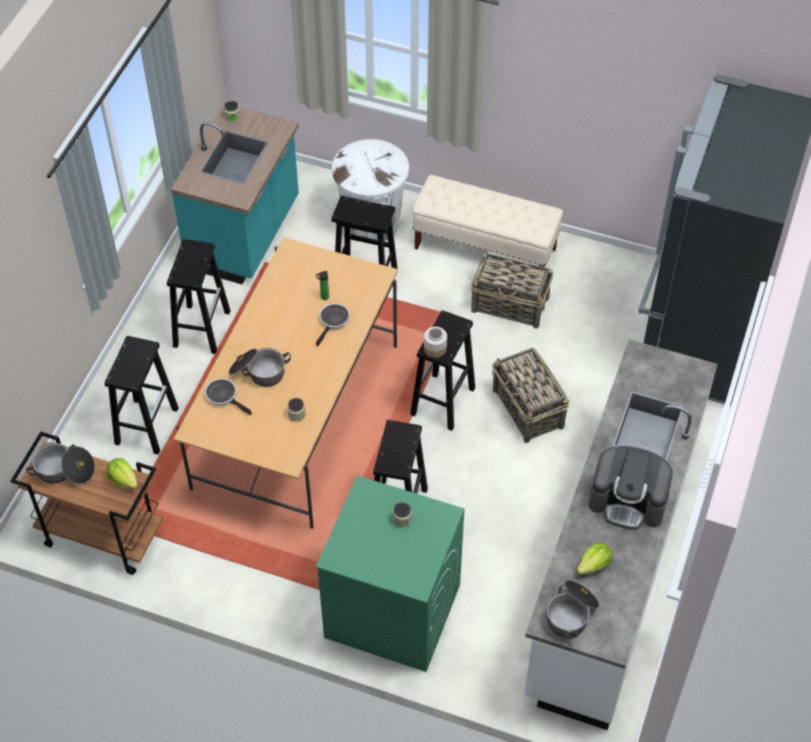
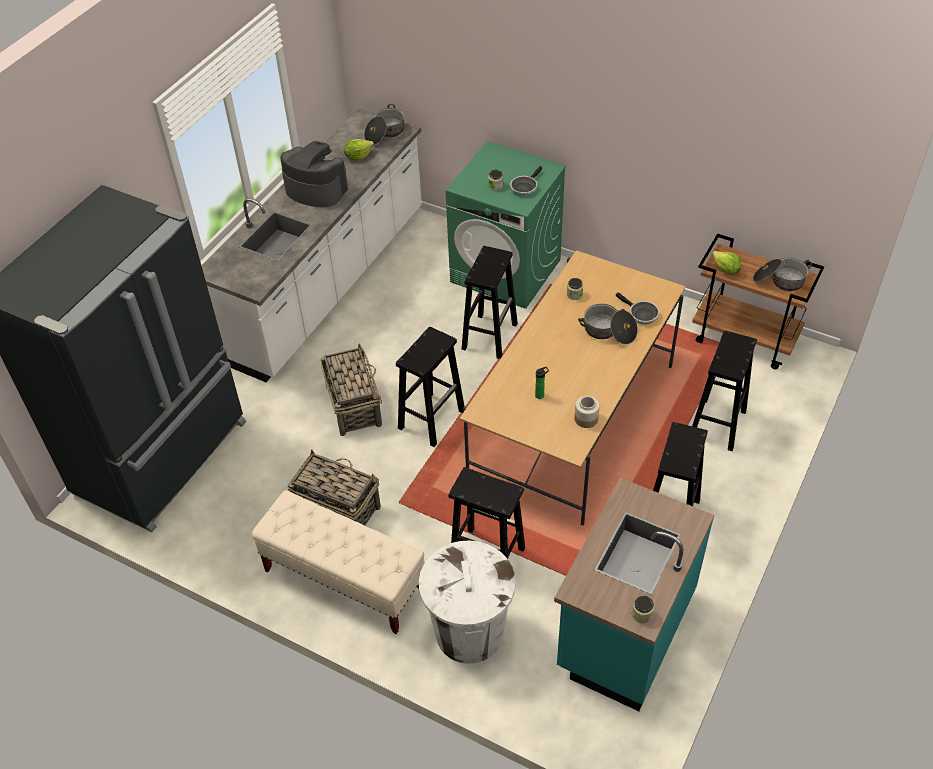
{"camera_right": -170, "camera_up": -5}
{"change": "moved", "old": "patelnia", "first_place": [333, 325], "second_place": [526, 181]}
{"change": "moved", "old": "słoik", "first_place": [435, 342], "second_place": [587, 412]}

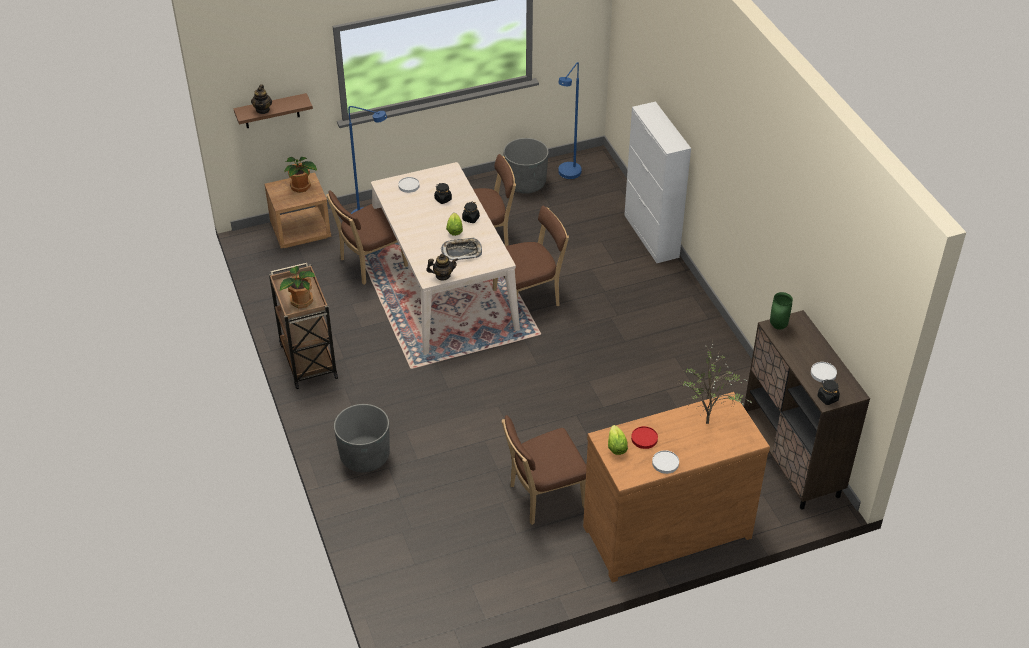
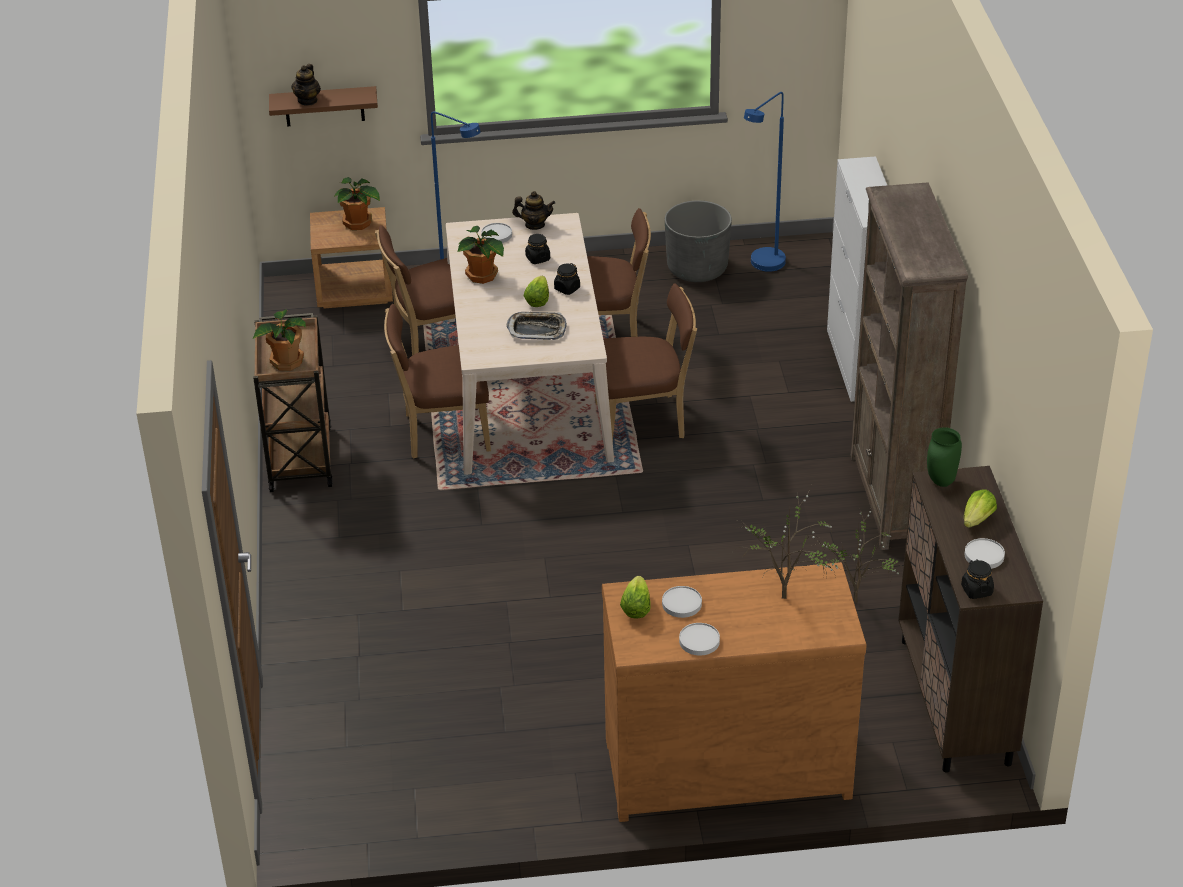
{"camera_right": 15, "camera_up": -5}
{"change": "moved", "old": "krzesło [brązowy]", "first_place": [544, 470], "second_place": [437, 381]}
{"change": "added", "new": "roślina doniczkowa", "second_place": [481, 255]}
{"change": "moved", "old": "imbryk", "first_place": [442, 267], "second_place": [533, 210]}
{"change": "recoloured", "old": "talerz [czerwony]", "new": "talerz [biały]", "first_place": [644, 437], "second_place": [682, 602]}
{"change": "added", "new": "regał [brązowy]", "second_place": [909, 366]}
{"change": "added", "new": "sałata", "second_place": [980, 508]}
{"change": "removed", "old": "donica [szary]", "first_place": [362, 438]}

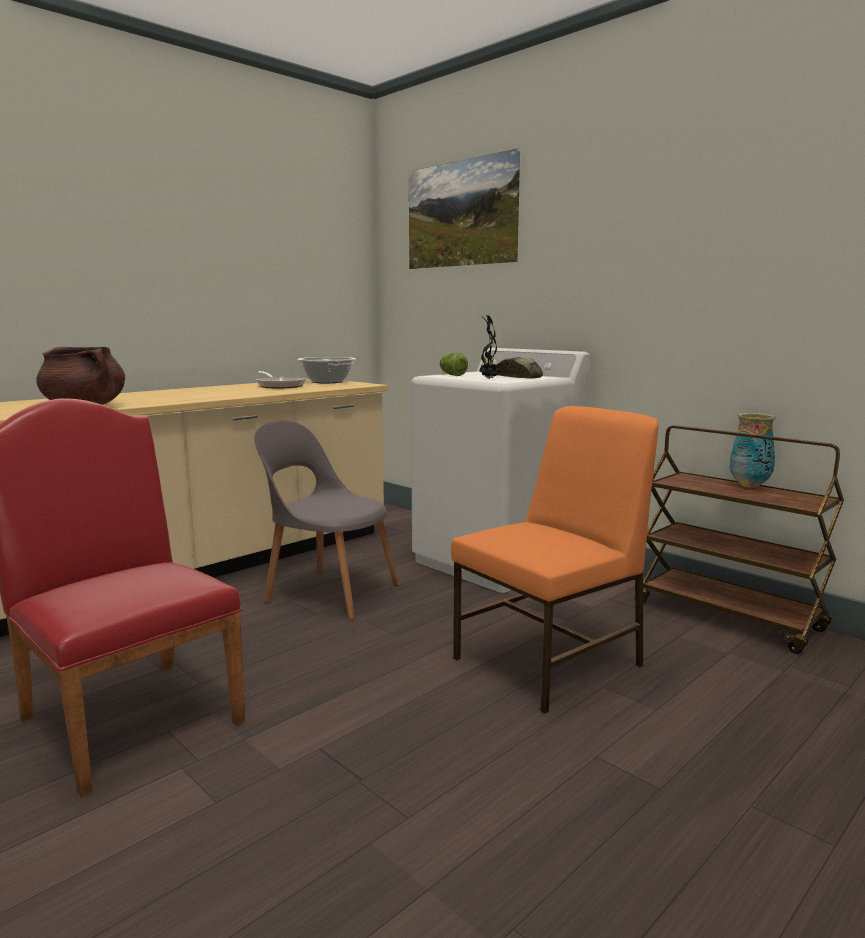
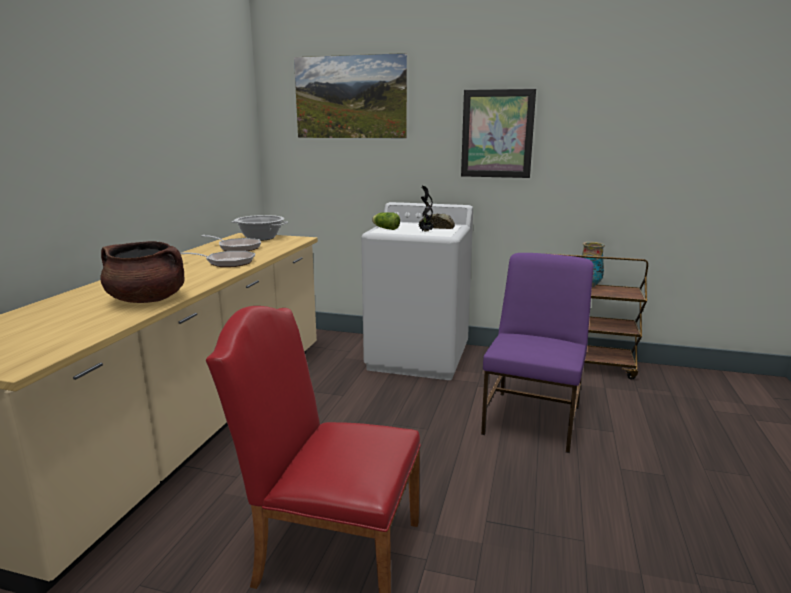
{"camera_right": -30, "camera_up": 5}
{"change": "added", "new": "patelnia", "second_place": [217, 259]}
{"change": "added", "new": "obraz", "second_place": [498, 133]}
{"change": "recoloured", "old": "krzesło [pomarańczowy]", "new": "krzesło [fioletowy]", "first_place": [555, 559], "second_place": [537, 353]}
{"change": "removed", "old": "krzesło [szary]", "first_place": [327, 520]}

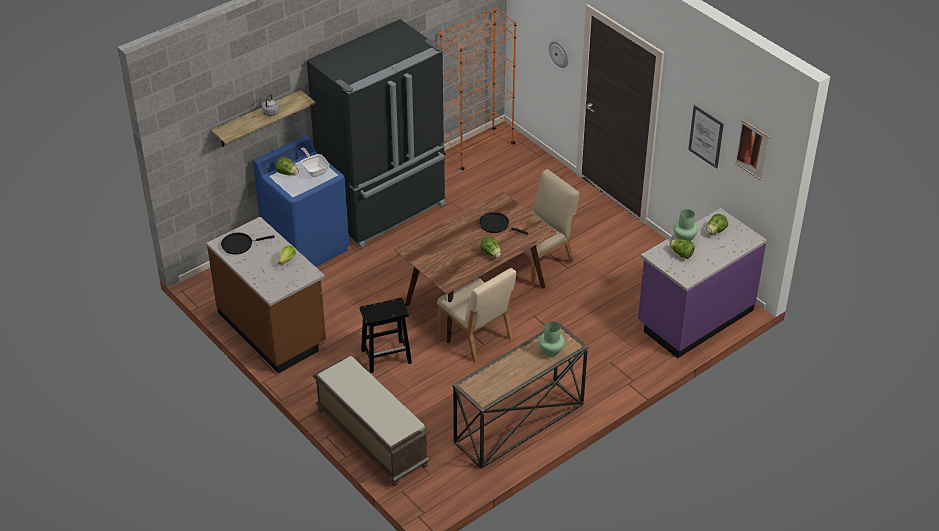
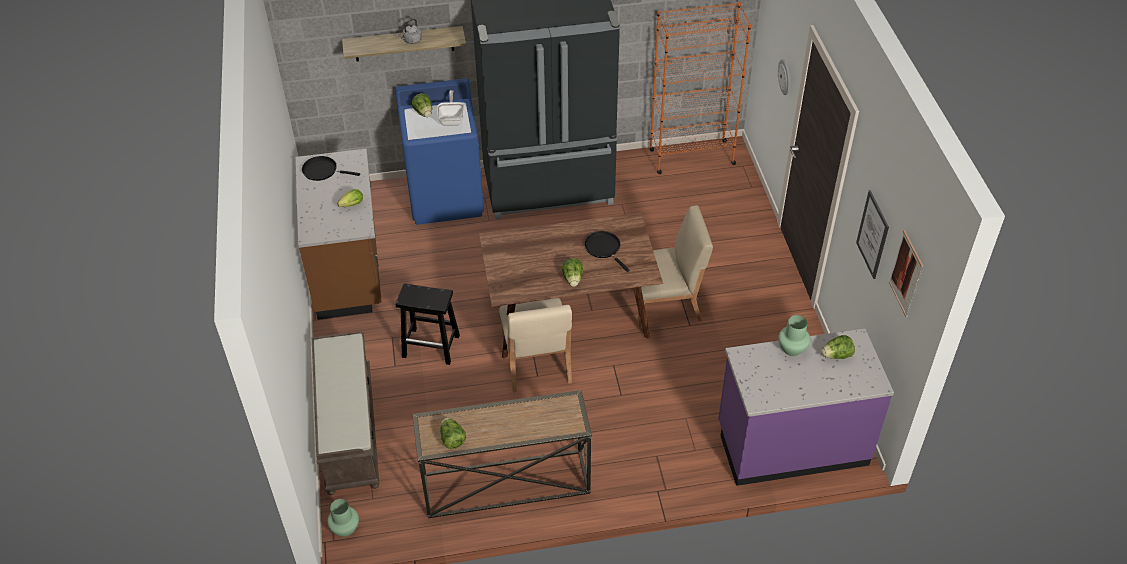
{"camera_right": 30, "camera_up": 5}
{"change": "moved", "old": "wazon [zielony]", "first_place": [552, 339], "second_place": [343, 518]}
{"change": "moved", "old": "sałata", "first_place": [682, 249], "second_place": [453, 433]}

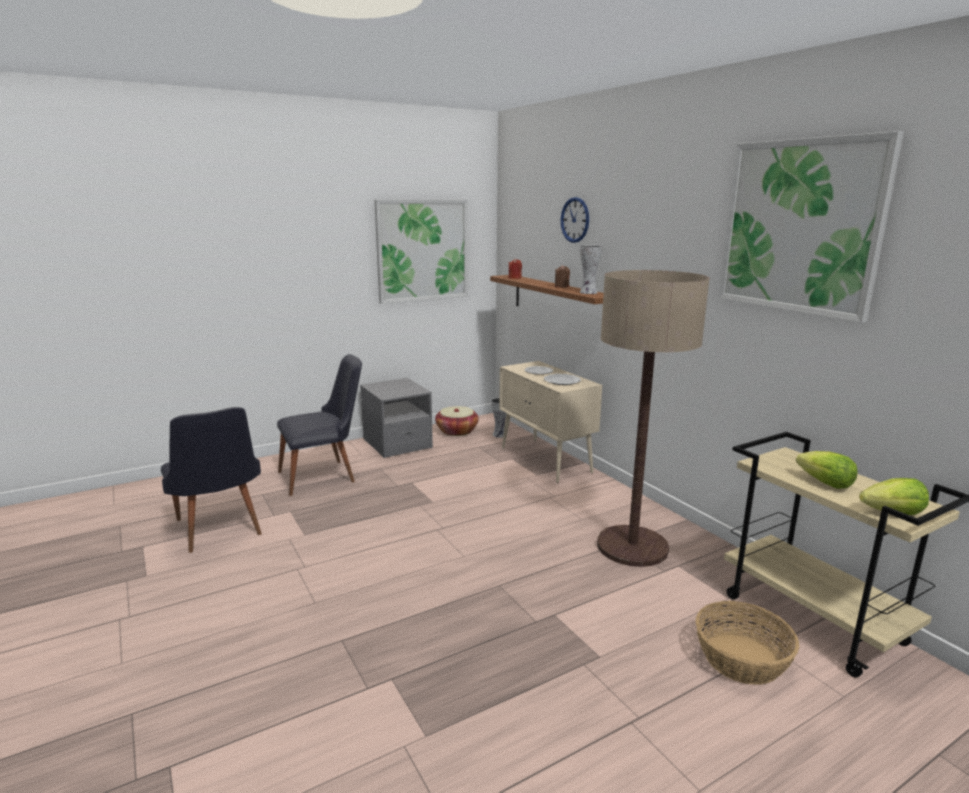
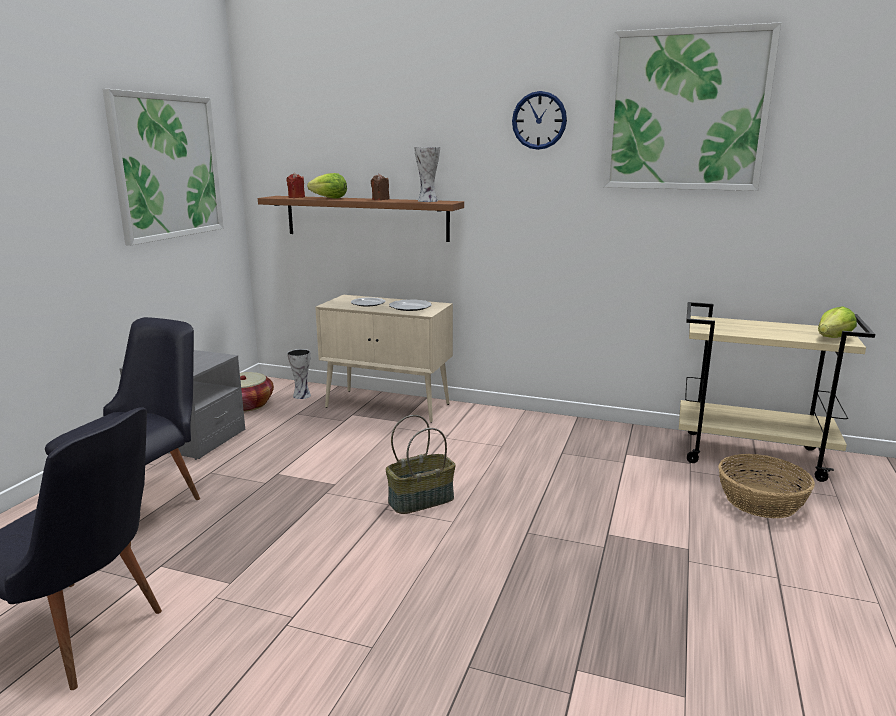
{"camera_right": -40, "camera_up": 0}
{"change": "moved", "old": "sałata", "first_place": [827, 470], "second_place": [327, 186]}
{"change": "added", "new": "koszyk", "second_place": [421, 464]}
{"change": "moved", "old": "zegar ścienny", "first_place": [575, 220], "second_place": [539, 120]}
{"change": "removed", "old": "lampa stojąca", "first_place": [653, 418]}

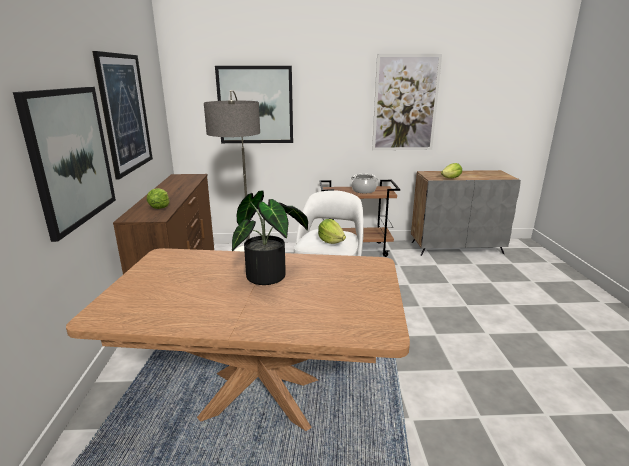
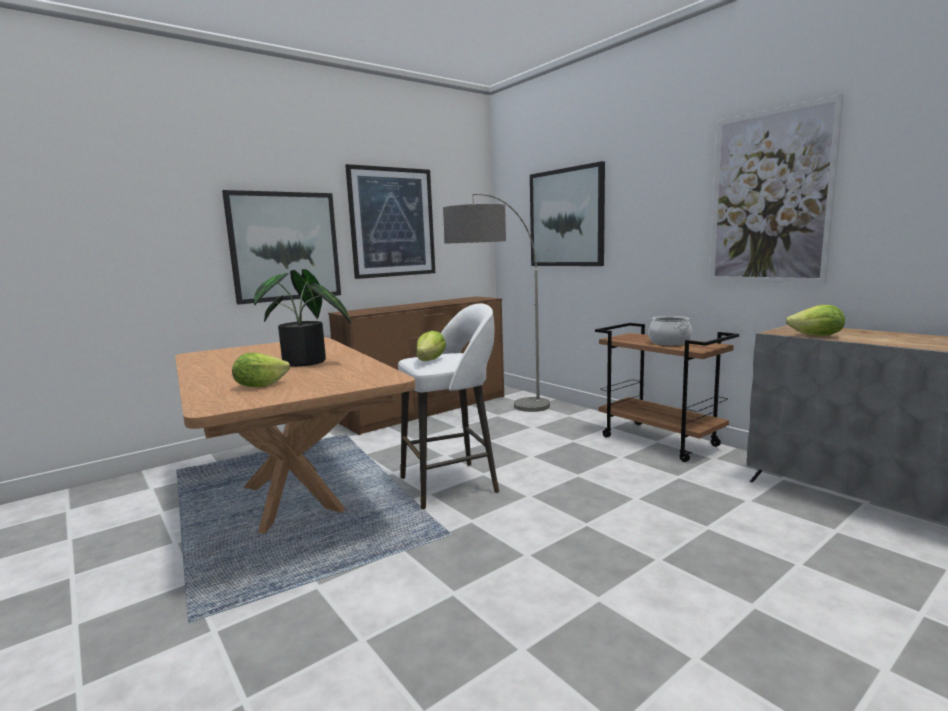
{"camera_right": 55, "camera_up": -10}
{"change": "moved", "old": "sałata", "first_place": [158, 198], "second_place": [261, 370]}

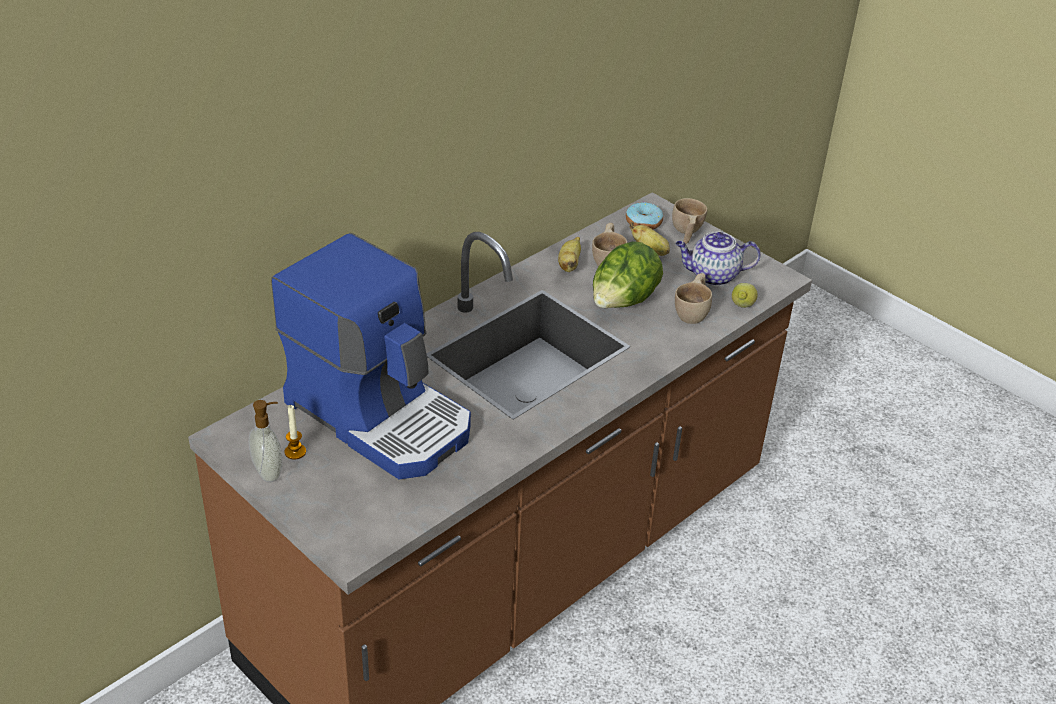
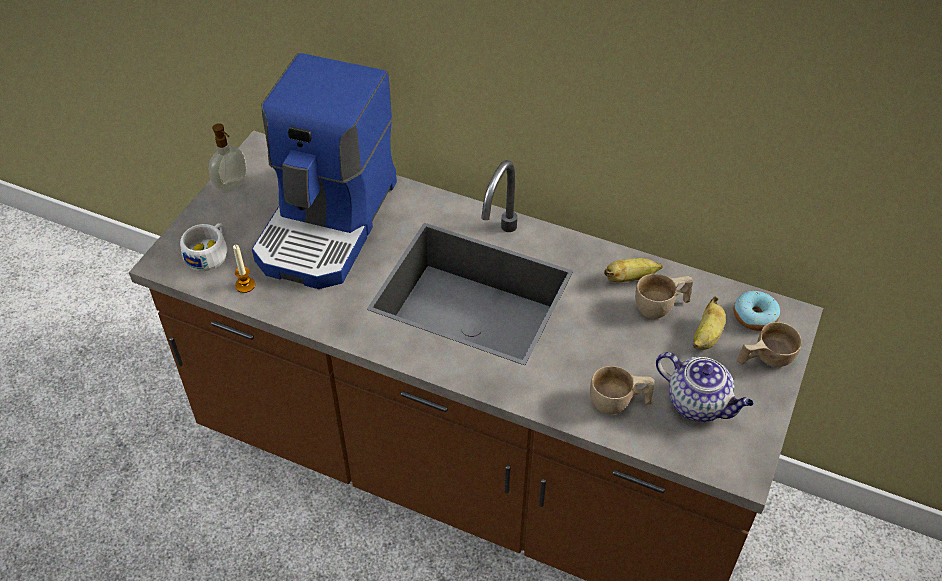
{"camera_right": 70, "camera_up": 10}
{"change": "added", "new": "filiżanka [biały]", "second_place": [203, 247]}
{"change": "moved", "old": "świeca", "first_place": [295, 432], "second_place": [244, 269]}
{"change": "turned", "old": "imbryk", "first_place": [718, 259], "second_place": [705, 387], "degrees": 150}
{"change": "removed", "old": "sałata", "first_place": [628, 274]}
{"change": "removed", "old": "cytryna", "first_place": [745, 295]}

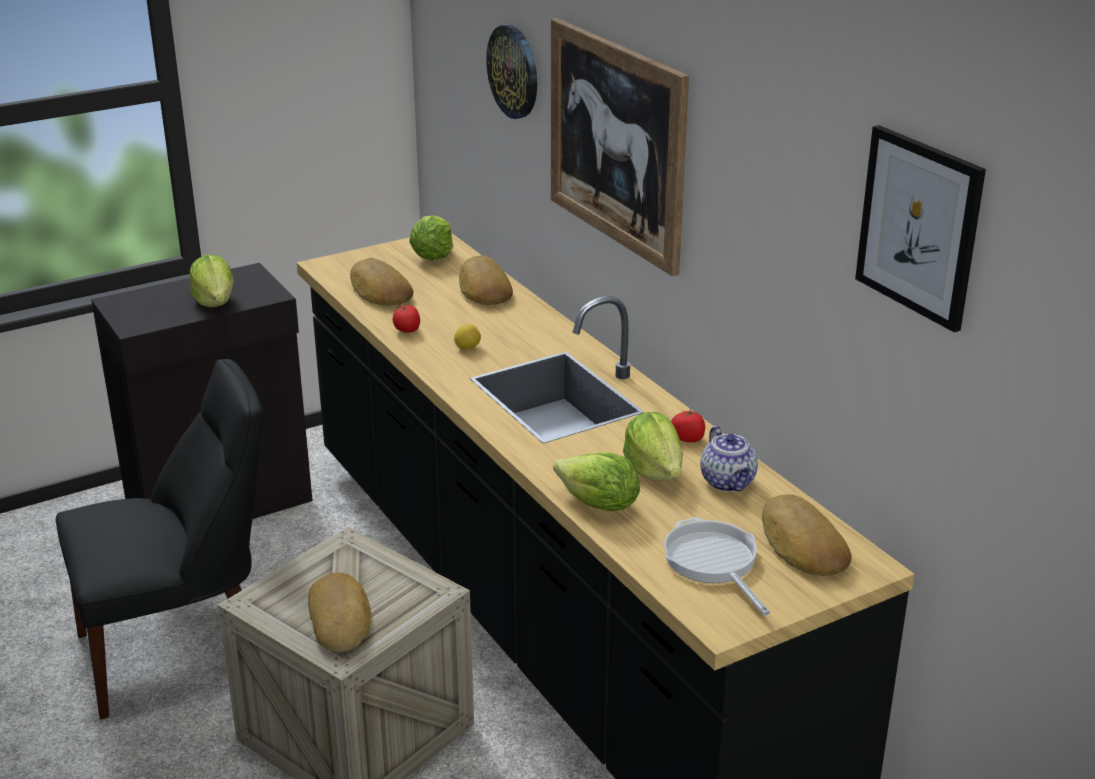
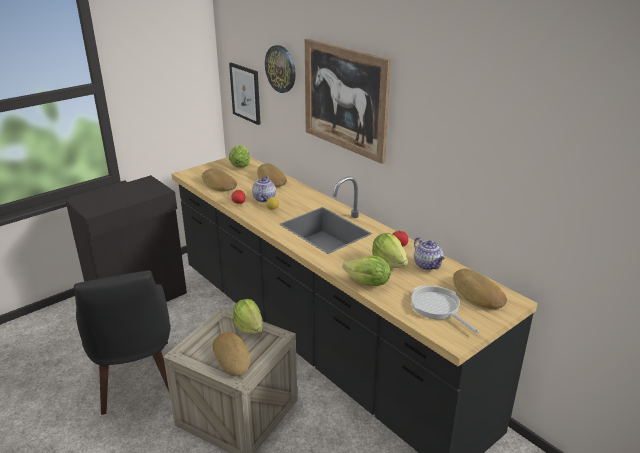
{"camera_right": -10, "camera_up": 0}
{"change": "turned", "old": "krzesło [czarny]", "first_place": [159, 539], "second_place": [122, 343], "degrees": 105}
{"change": "moved", "old": "obraz", "first_place": [920, 228], "second_place": [245, 94]}
{"change": "moved", "old": "sałata", "first_place": [212, 281], "second_place": [247, 316]}
{"change": "added", "new": "imbryk", "second_place": [264, 189]}

